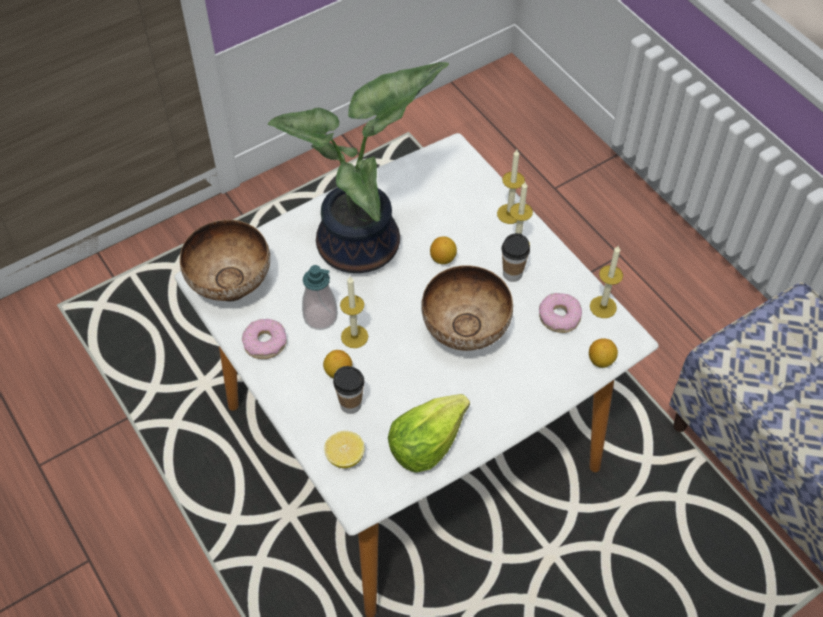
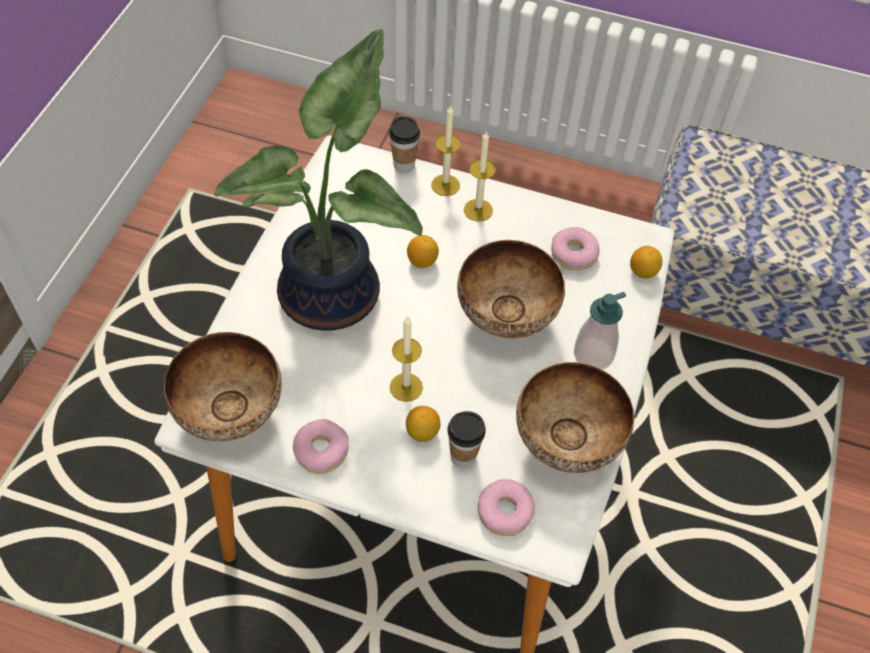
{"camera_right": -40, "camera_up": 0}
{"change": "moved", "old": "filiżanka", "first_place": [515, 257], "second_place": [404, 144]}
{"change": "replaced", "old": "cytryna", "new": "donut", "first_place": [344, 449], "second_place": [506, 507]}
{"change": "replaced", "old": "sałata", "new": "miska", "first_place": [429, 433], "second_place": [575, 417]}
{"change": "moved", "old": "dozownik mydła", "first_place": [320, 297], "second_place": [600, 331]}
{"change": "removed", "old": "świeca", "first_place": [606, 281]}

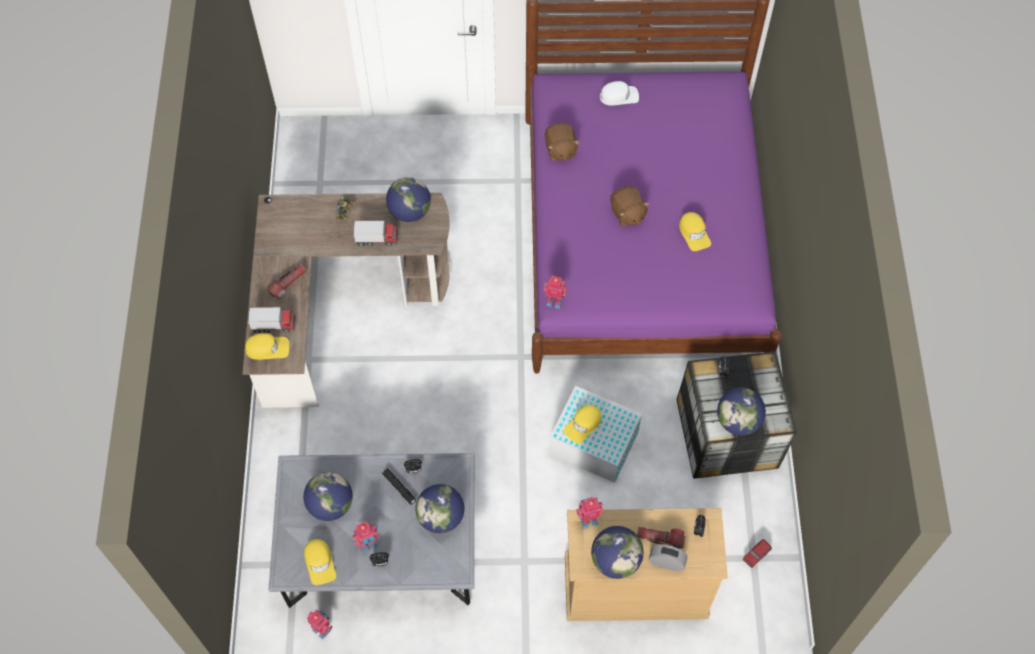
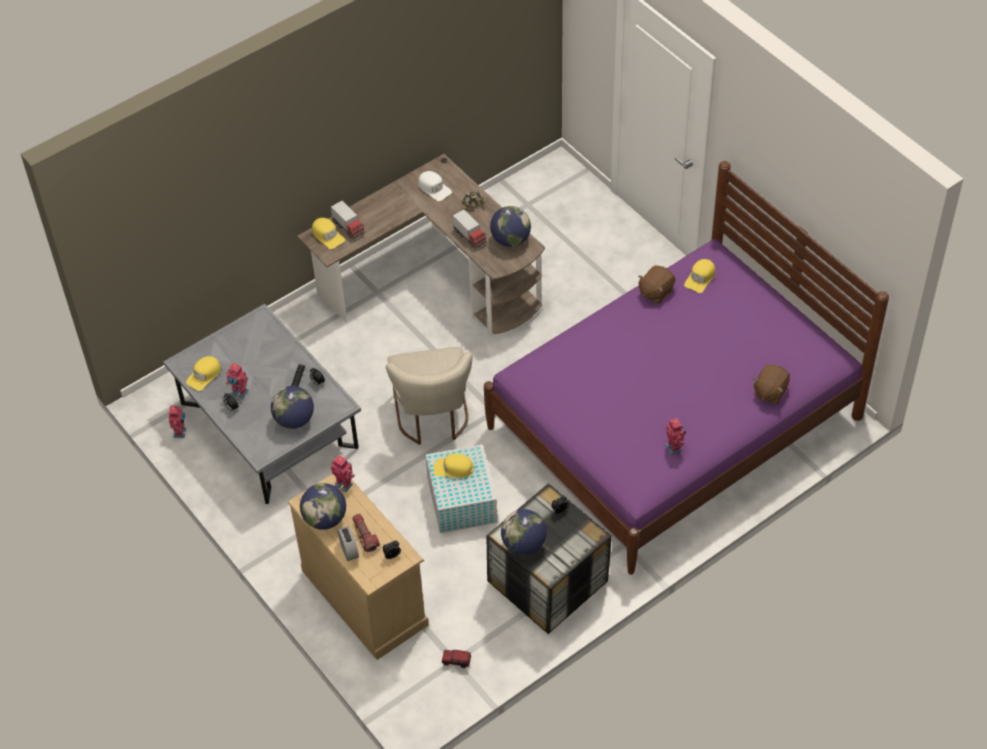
{"camera_right": 55, "camera_up": -10}
{"change": "added", "new": "krzesło [beżowy]", "second_place": [429, 396]}
{"change": "moved", "old": "czapka z daszkiem [biały]", "first_place": [619, 93], "second_place": [435, 186]}
{"change": "moved", "old": "robot zabawkowy", "first_place": [555, 292], "second_place": [675, 436]}
{"change": "moved", "old": "czapka z daszkiem [żółty]", "first_place": [695, 231], "second_place": [699, 276]}
{"change": "moved", "old": "pluszak [brązowy]", "first_place": [630, 206], "second_place": [771, 384]}
{"change": "removed", "old": "latarka", "first_place": [286, 282]}
{"change": "removed", "old": "globus", "first_place": [328, 496]}

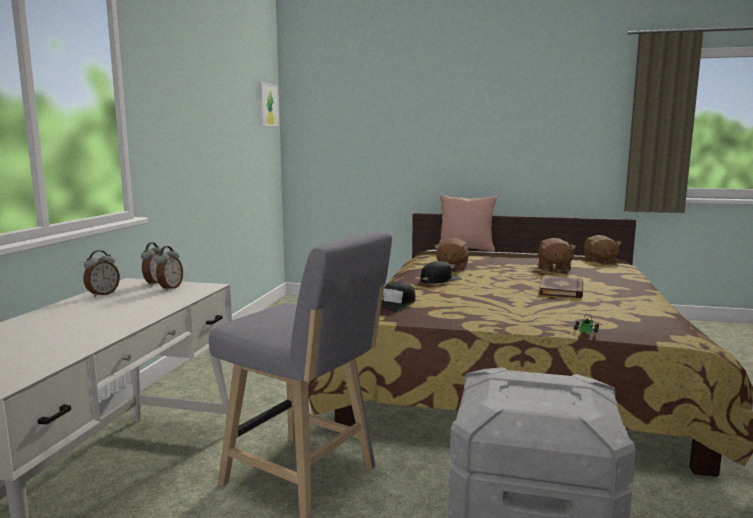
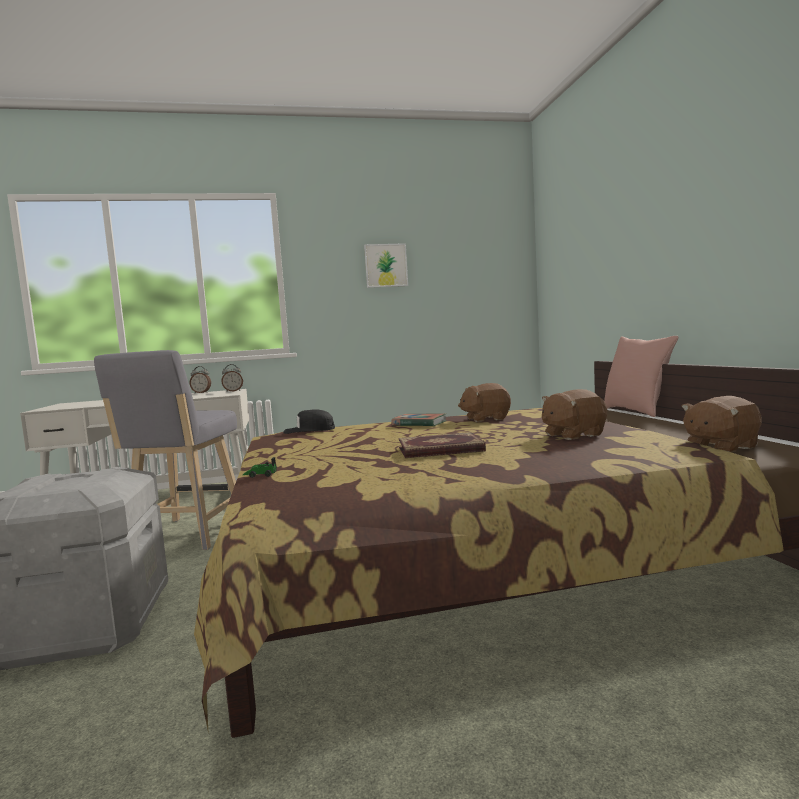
{"camera_right": 65, "camera_up": -5}
{"change": "moved", "old": "obraz", "first_place": [269, 104], "second_place": [386, 265]}
{"change": "replaced", "old": "czapka z daszkiem [czarny]", "new": "książka", "first_place": [441, 272], "second_place": [419, 419]}
{"change": "removed", "old": "budzik", "first_place": [169, 268]}

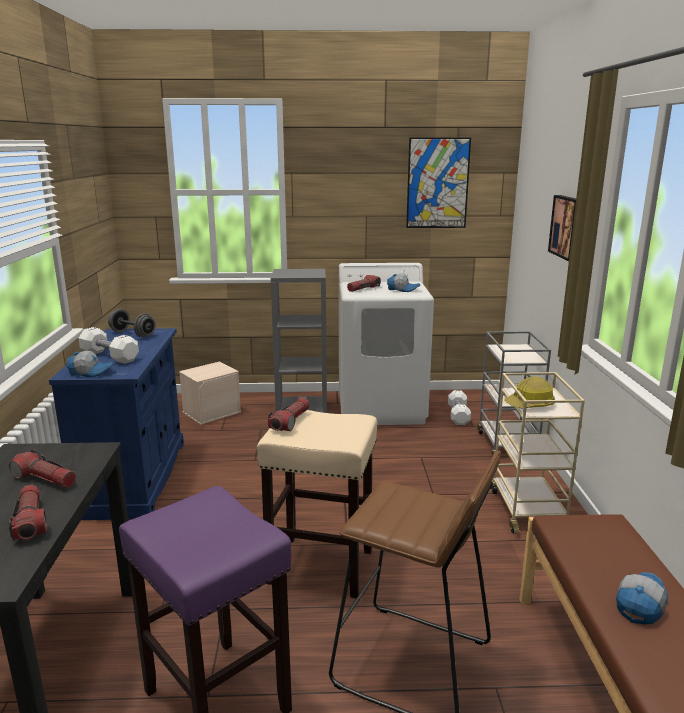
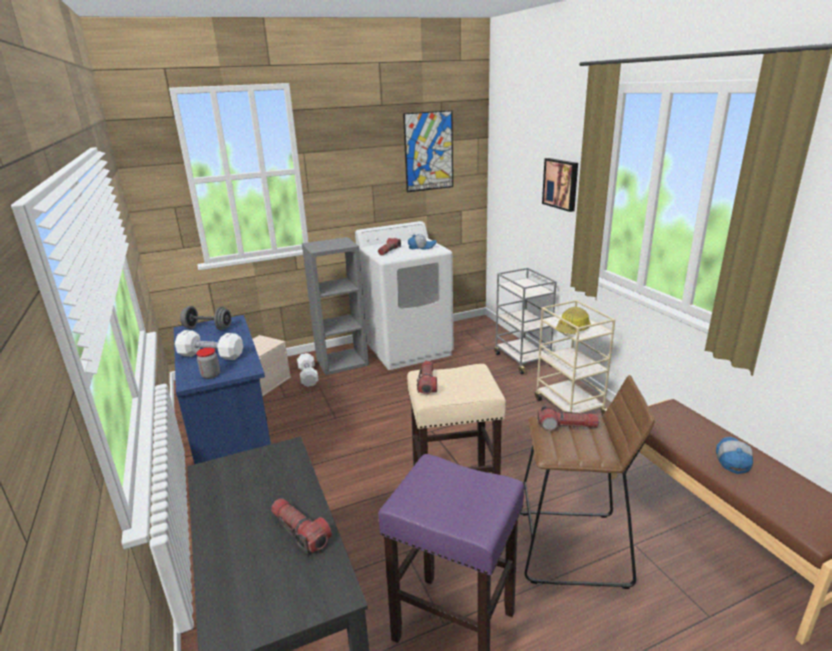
{"camera_right": -20, "camera_up": 5}
{"change": "replaced", "old": "czapka z daszkiem", "new": "słoik", "first_place": [90, 364], "second_place": [208, 363]}
{"change": "moved", "old": "hantel [biały]", "first_place": [459, 407], "second_place": [308, 370]}
{"change": "moved", "old": "latarka", "first_place": [42, 468], "second_place": [568, 418]}

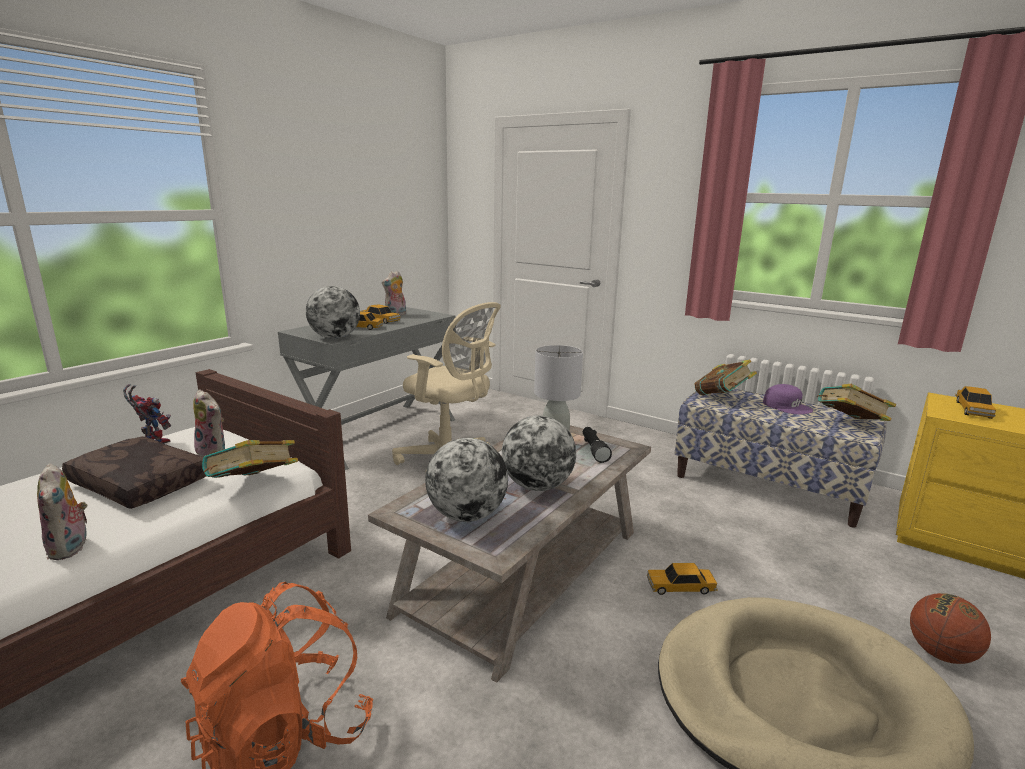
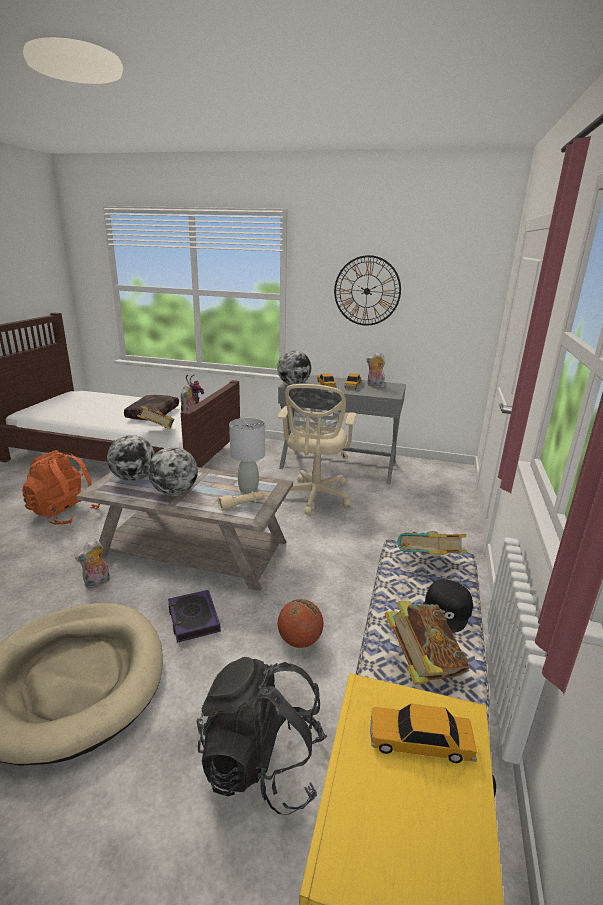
{"camera_right": 70, "camera_up": 5}
{"change": "moved", "old": "pluszak", "first_place": [62, 511], "second_place": [92, 564]}
{"change": "replaced", "old": "samochodzik", "new": "książka", "first_place": [682, 579], "second_place": [194, 616]}
{"change": "added", "new": "plecak [czarny]", "second_place": [261, 735]}
{"change": "recoloured", "old": "latarka [czarny]", "new": "latarka [beżowy]", "first_place": [597, 445], "second_place": [240, 501]}
{"change": "moved", "old": "piłka do koszykówki", "first_place": [950, 628], "second_place": [300, 623]}
{"change": "added", "new": "zegar ścienny", "second_place": [367, 290]}
{"change": "recoloured", "old": "czapka z daszkiem [fioletowy]", "new": "czapka z daszkiem [czarny]", "first_place": [788, 399], "second_place": [447, 606]}

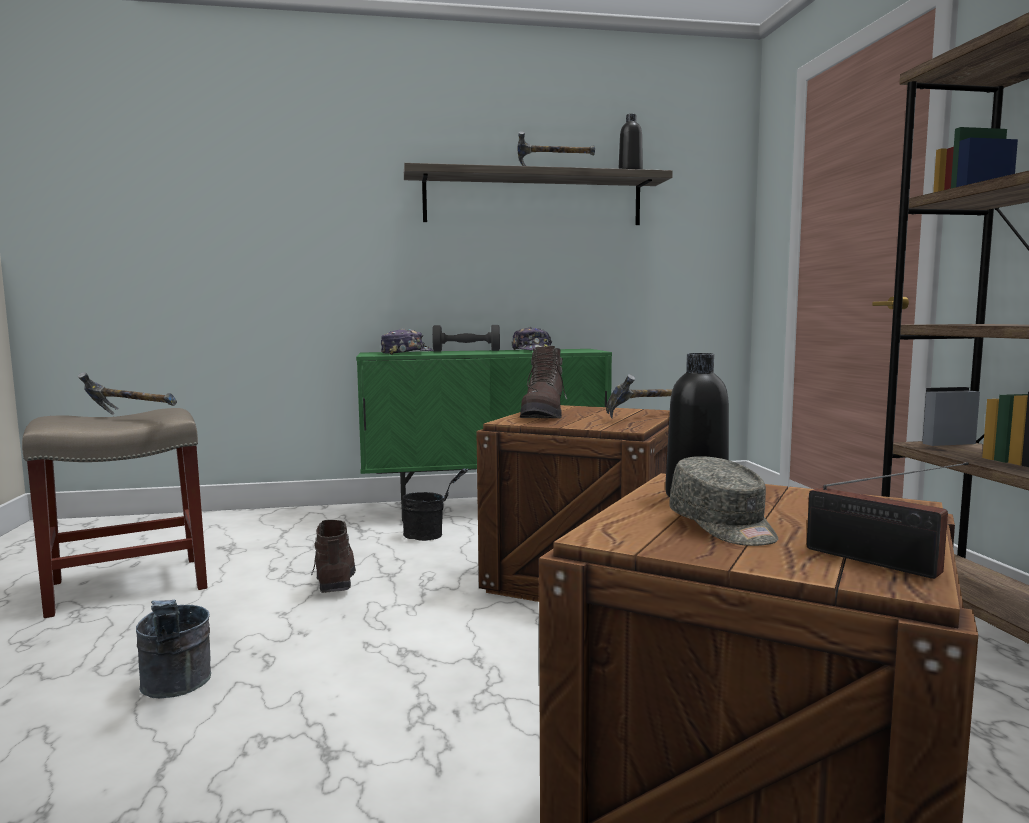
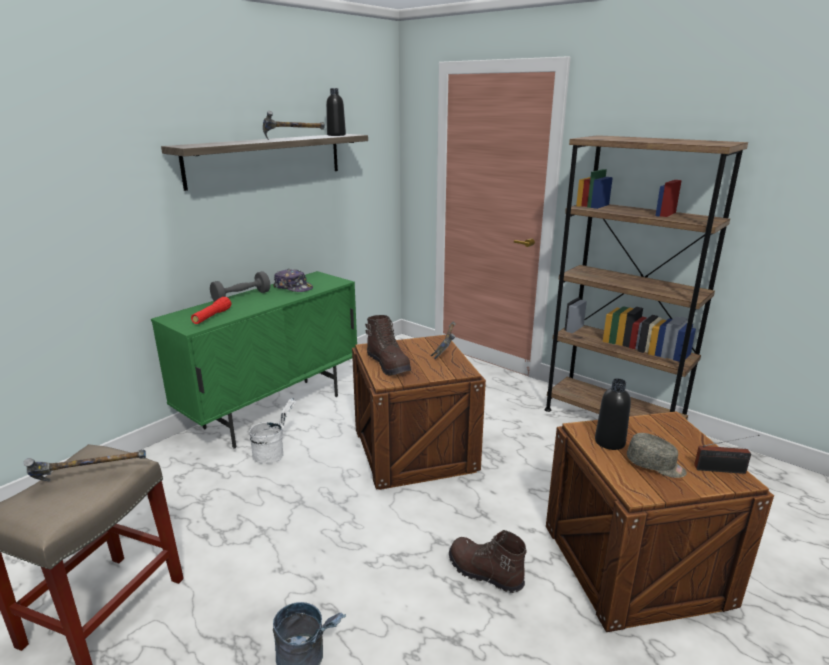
{"camera_right": -40, "camera_up": 15}
{"change": "replaced", "old": "czapka z daszkiem", "new": "latarka [czerwony]", "first_place": [407, 341], "second_place": [211, 310]}
{"change": "recoloured", "old": "wiadro [czarny]", "new": "wiadro [biały]", "first_place": [435, 504], "second_place": [272, 431]}
{"change": "moved", "old": "but z cholewką [brązowy]", "first_place": [333, 556], "second_place": [488, 561]}

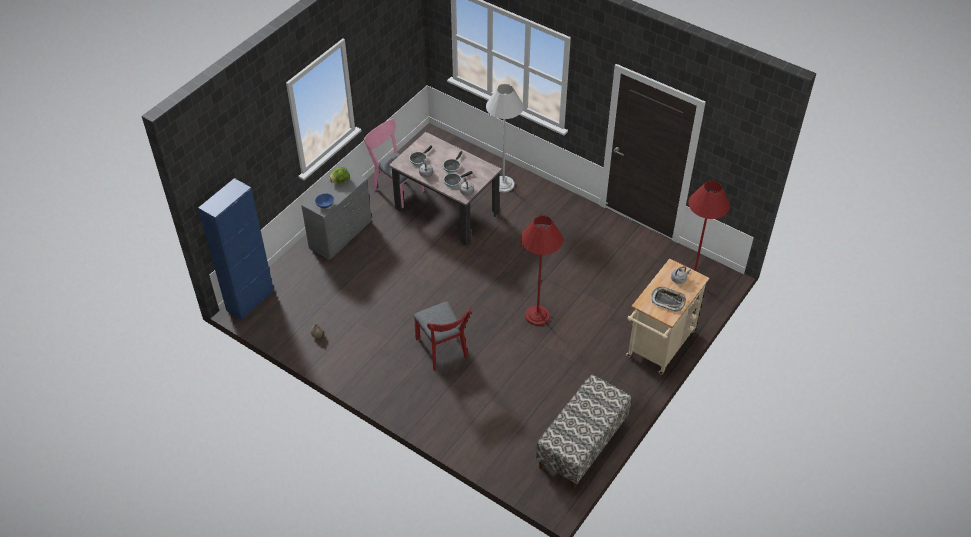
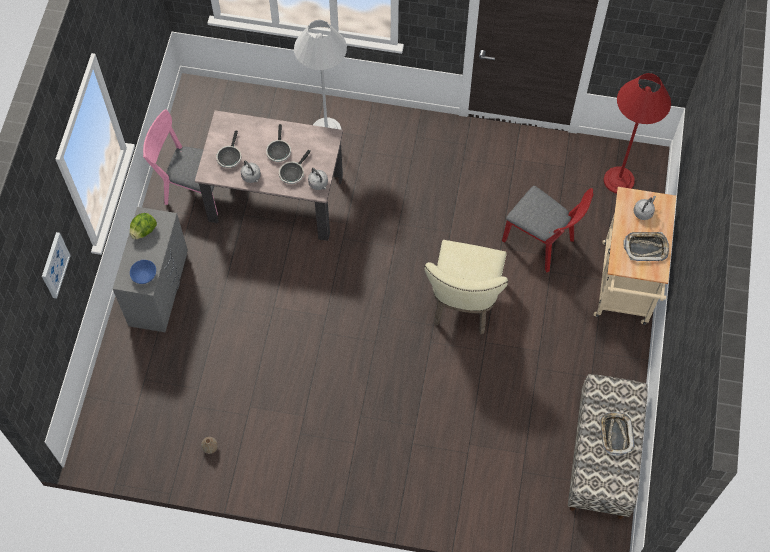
{"camera_right": -25, "camera_up": 15}
{"change": "added", "new": "obraz", "second_place": [56, 265]}
{"change": "replaced", "old": "lampa stojąca [czerwony]", "new": "krzesło [beżowy]", "first_place": [542, 270], "second_place": [466, 287]}
{"change": "moved", "old": "krzesło [czerwony]", "first_place": [442, 336], "second_place": [548, 229]}
{"change": "added", "new": "taca", "second_place": [617, 434]}
{"change": "removed", "old": "szafka [niebieski]", "first_place": [236, 249]}

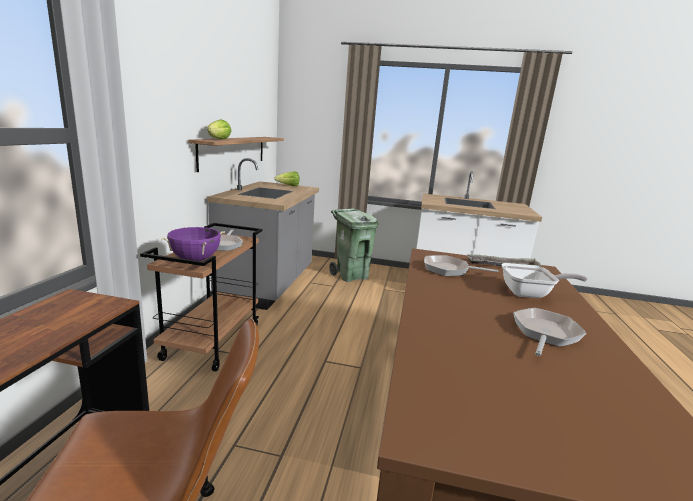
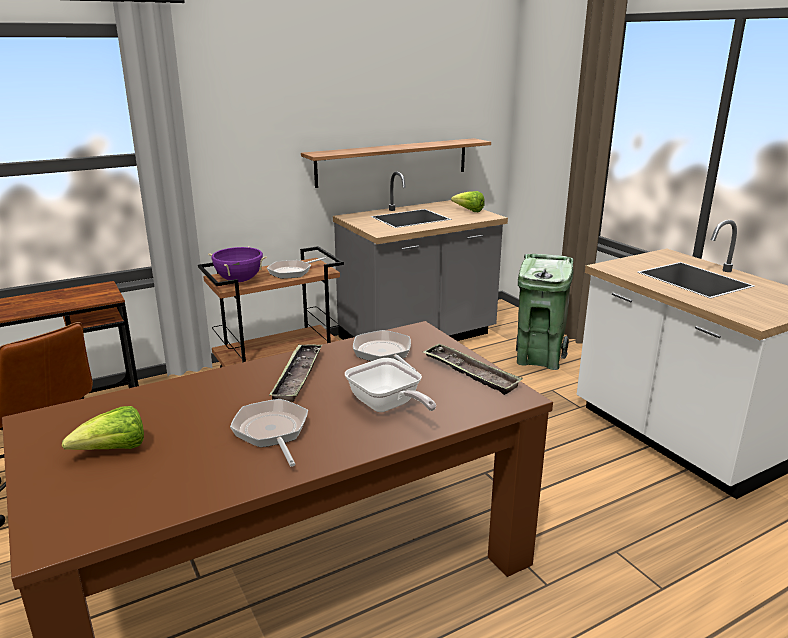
{"camera_right": 50, "camera_up": 5}
{"change": "moved", "old": "sałata", "first_place": [219, 129], "second_place": [103, 428]}
{"change": "turned", "old": "patelnia", "first_place": [550, 332], "second_place": [269, 433], "degrees": -105}
{"change": "added", "new": "taca", "second_place": [295, 373]}

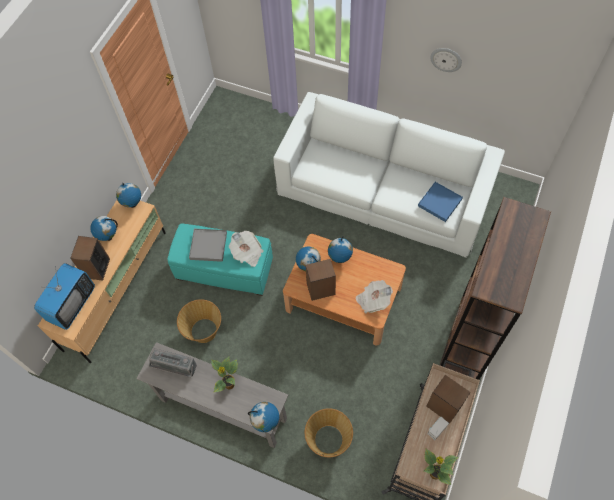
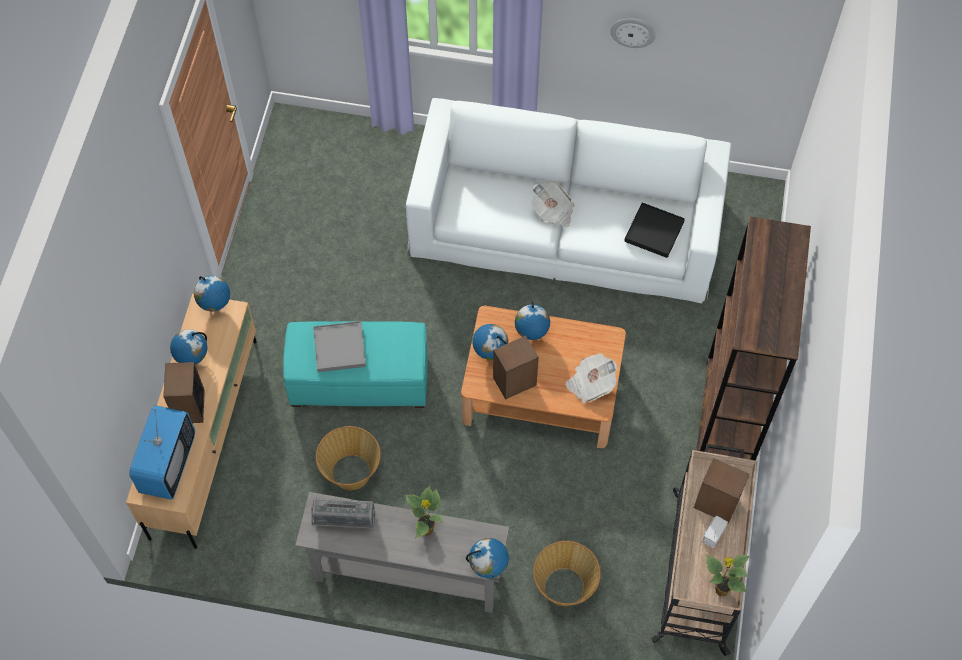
{"camera_right": -15, "camera_up": 0}
{"change": "moved", "old": "gazeta", "first_place": [246, 249], "second_place": [553, 203]}
{"change": "recoloured", "old": "taca [niebieski]", "new": "taca [czarny]", "first_place": [440, 202], "second_place": [654, 230]}

